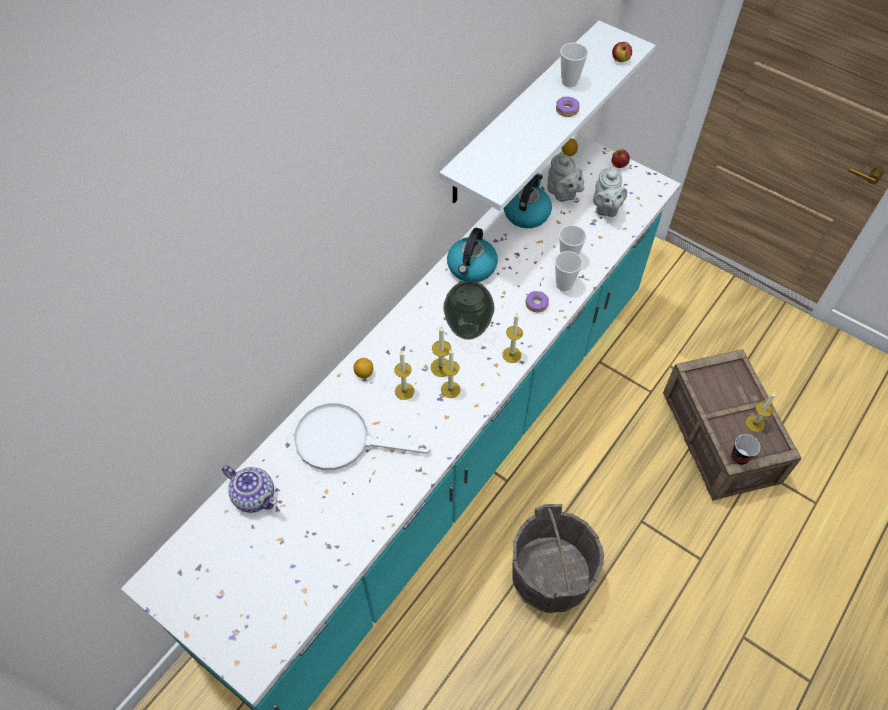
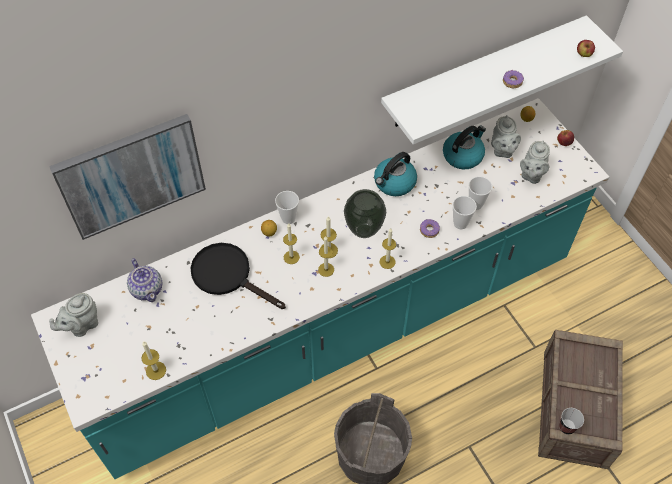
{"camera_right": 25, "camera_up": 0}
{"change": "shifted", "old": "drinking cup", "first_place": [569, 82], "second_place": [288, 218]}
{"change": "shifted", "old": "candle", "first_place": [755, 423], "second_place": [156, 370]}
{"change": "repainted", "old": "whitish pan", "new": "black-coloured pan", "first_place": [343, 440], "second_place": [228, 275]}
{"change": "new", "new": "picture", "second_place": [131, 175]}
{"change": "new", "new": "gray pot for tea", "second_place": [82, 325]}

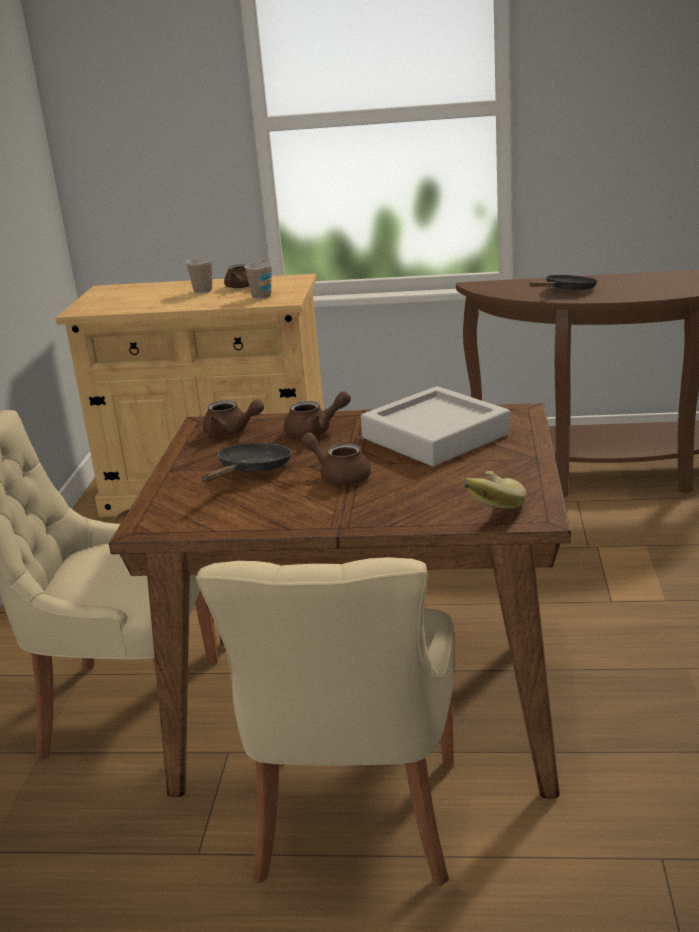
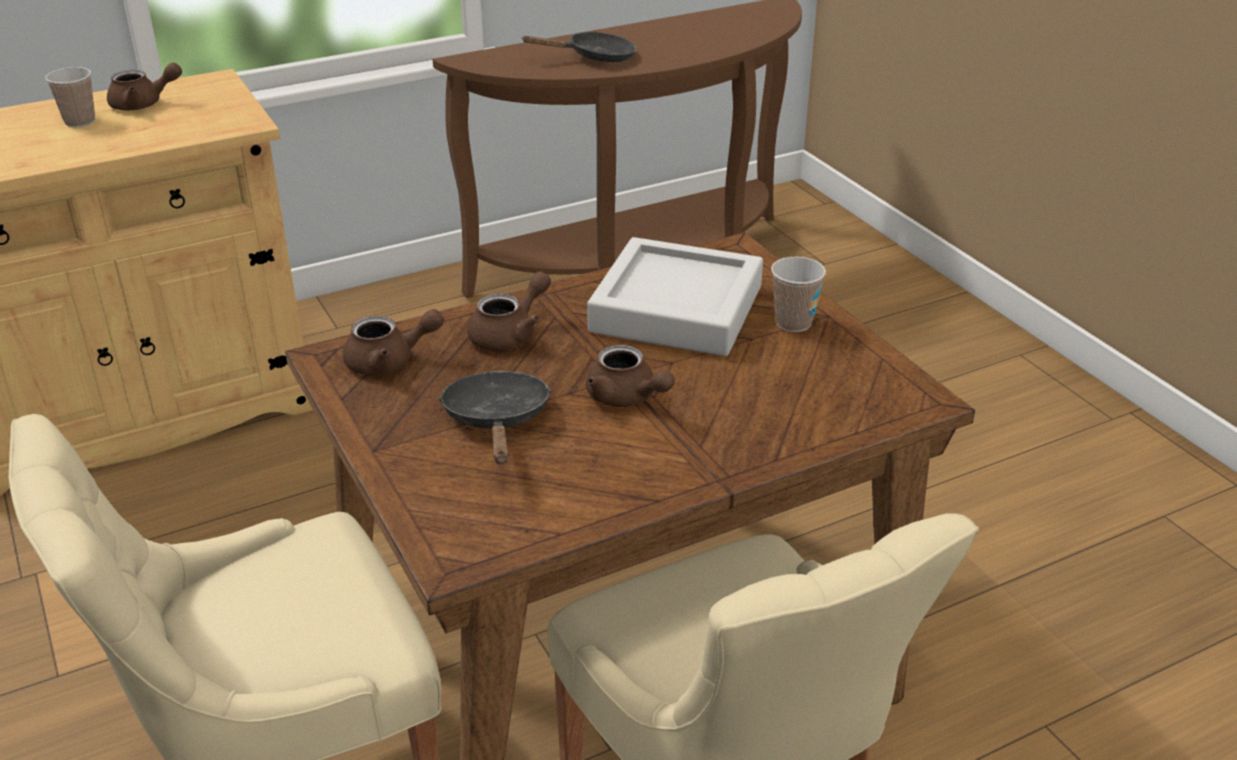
{"camera_right": -35, "camera_up": 10}
{"change": "shifted", "old": "drinking cup", "first_place": [261, 296], "second_place": [793, 323]}
{"change": "rotated", "old": "black-coloured pan", "first_place": [567, 290], "second_place": [594, 57], "degrees": 60}
{"change": "rotated", "old": "brown pot for tea", "first_place": [340, 475], "second_place": [627, 398], "degrees": -135}
{"change": "gone", "old": "banana", "first_place": [489, 507]}

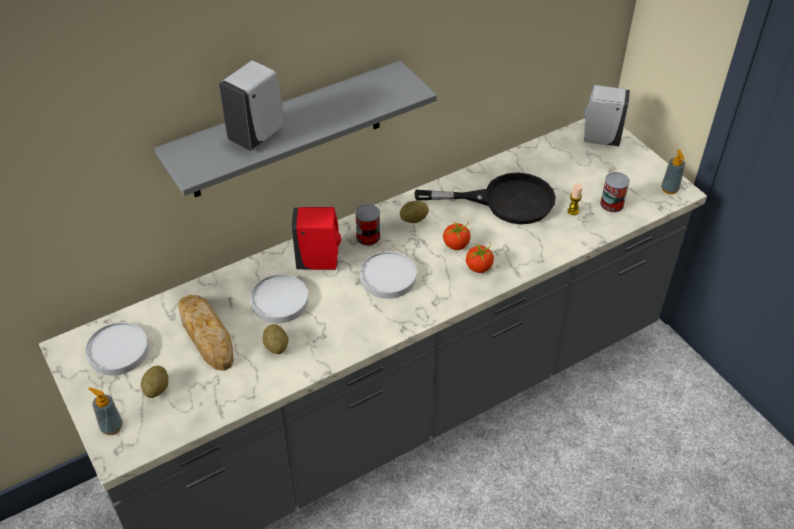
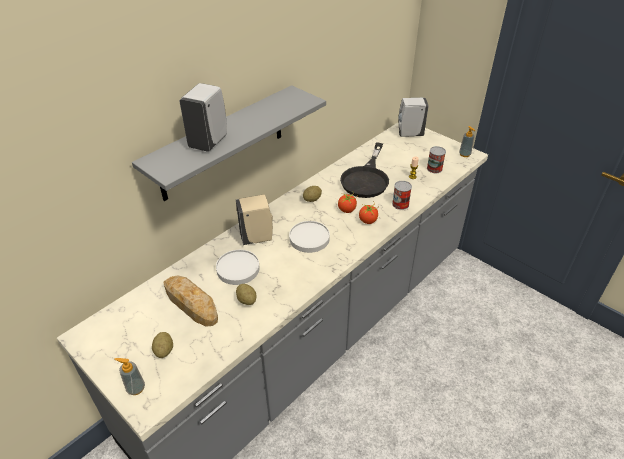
{"camera_right": -15, "camera_up": -5}
{"change": "rotated", "old": "black-coloured pan", "first_place": [504, 201], "second_place": [366, 178], "degrees": 120}
{"change": "shifted", "old": "can", "first_place": [368, 237], "second_place": [400, 204]}
{"change": "repainted", "old": "red soap dispenser", "new": "beige-coloured soap dispenser", "first_place": [320, 262], "second_place": [258, 238]}
{"change": "gone", "old": "whitish dinner plate", "first_place": [118, 351]}

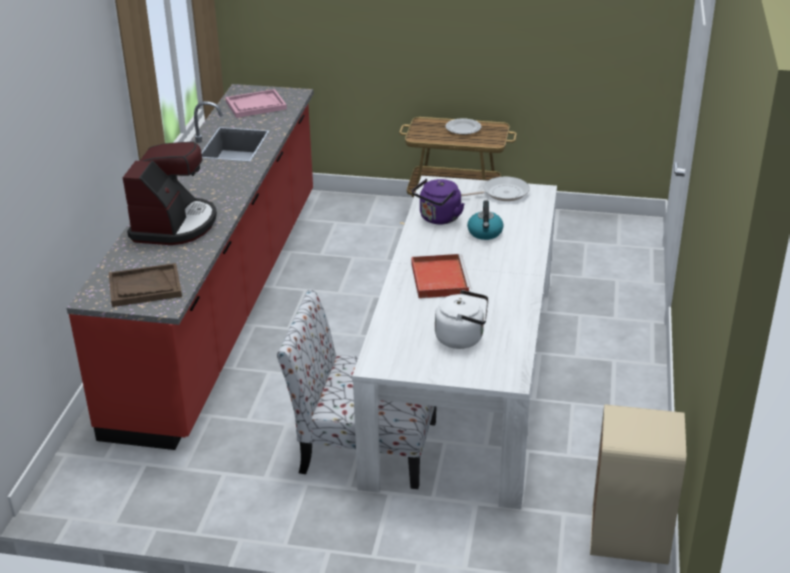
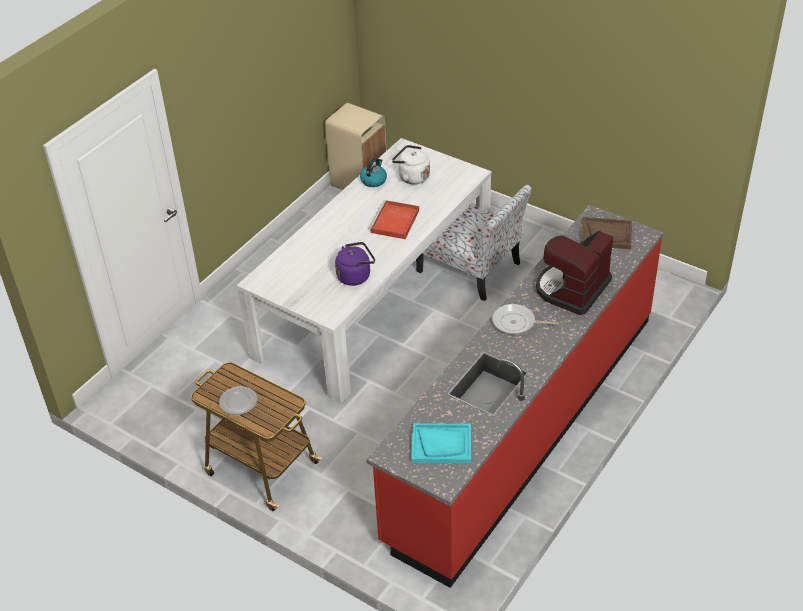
{"camera_right": -155, "camera_up": 10}
{"change": "repainted", "old": "pink carrying tray", "new": "blue-green carrying tray", "first_place": [255, 105], "second_place": [441, 444]}
{"change": "shifted", "old": "pan", "first_place": [502, 193], "second_place": [516, 323]}
{"change": "shifted", "old": "kettle", "first_place": [485, 233], "second_place": [373, 180]}

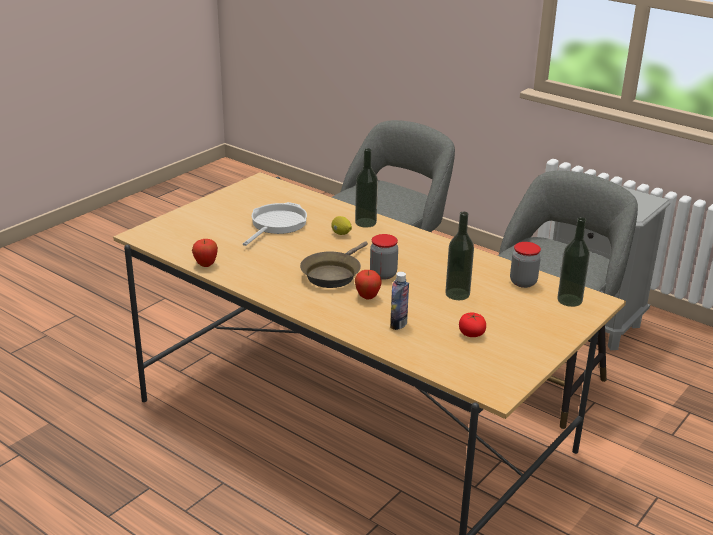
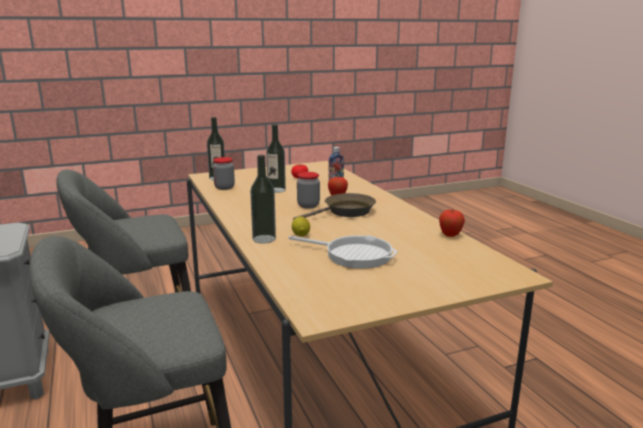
{"camera_right": -150, "camera_up": -10}
{"change": "rotated", "old": "pan", "first_place": [276, 224], "second_place": [354, 255], "degrees": -120}

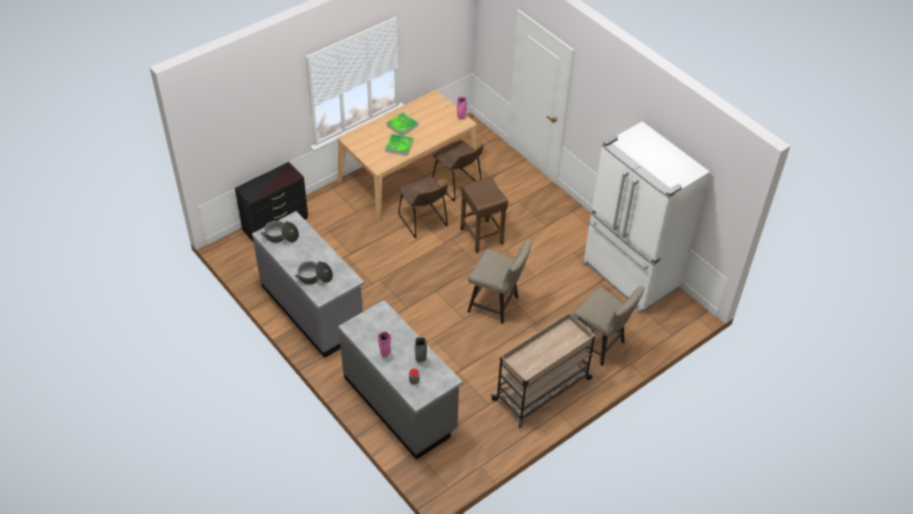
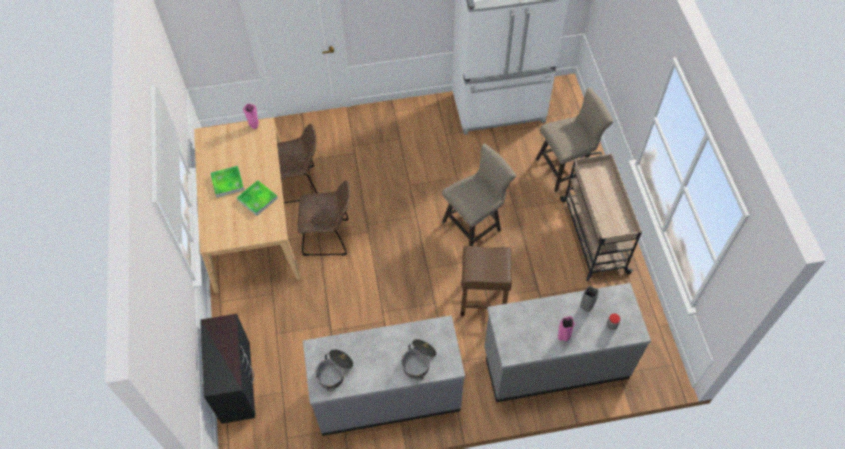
{"camera_right": -60, "camera_up": 10}
{"change": "shifted", "old": "brown sitting stool", "first_place": [482, 237], "second_place": [483, 300]}

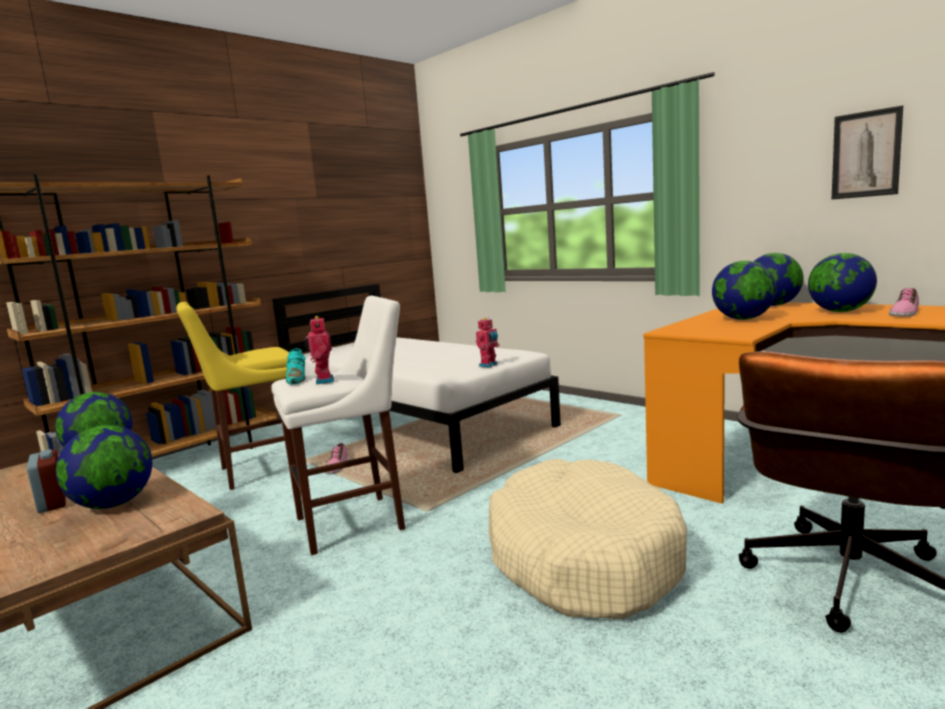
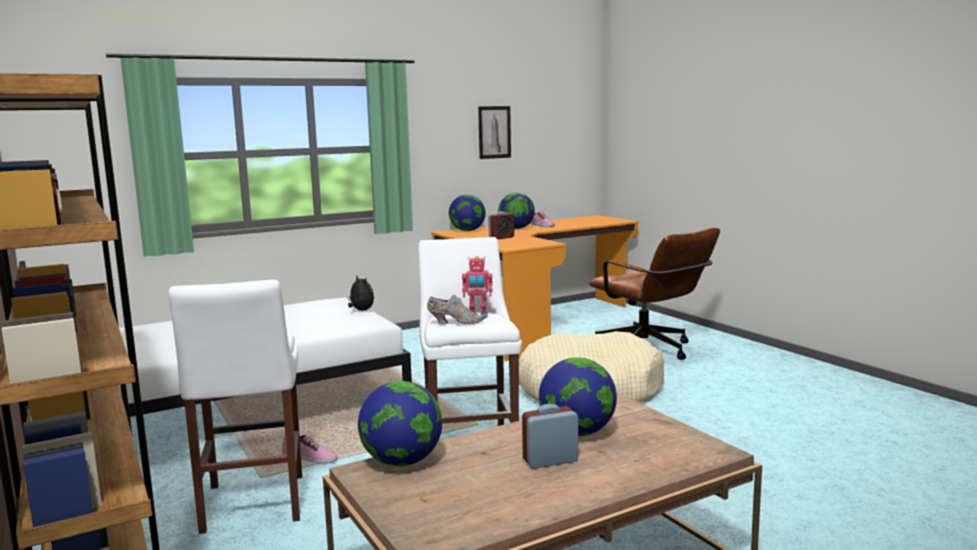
{"camera_right": -75, "camera_up": 0}
{"change": "swapped", "old": "globe", "new": "table clock", "first_place": [742, 319], "second_place": [501, 238]}
{"change": "repainted", "old": "yellow-coloured sitting stool", "new": "whitish sitting stool", "first_place": [257, 471], "second_place": [252, 506]}
{"change": "swapped", "old": "model robot", "new": "cuddly toy", "first_place": [489, 365], "second_place": [361, 310]}
{"change": "repainted", "old": "blue-green shoe", "new": "gray shoe", "first_place": [297, 379], "second_place": [454, 323]}

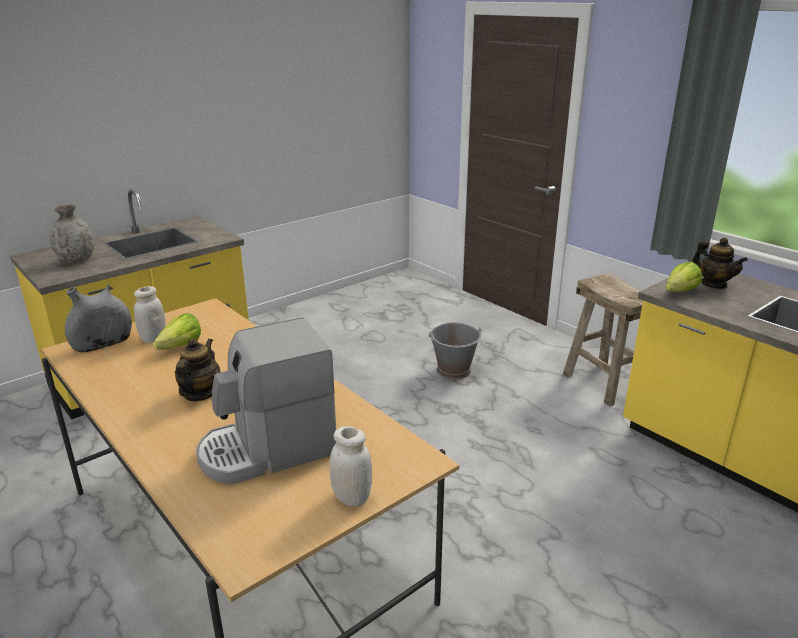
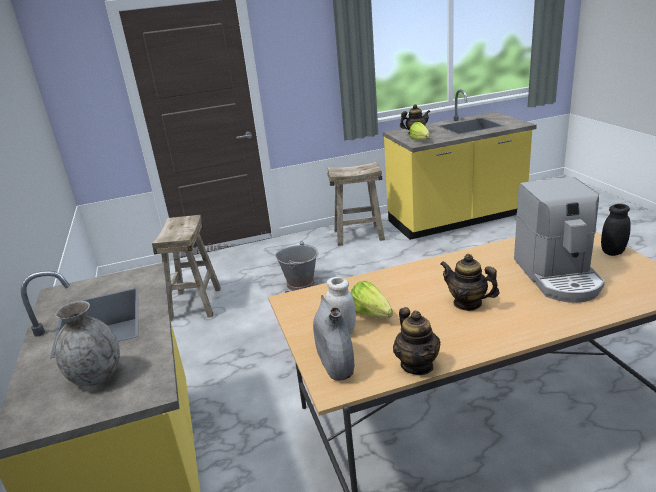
{"camera_right": -65, "camera_up": 0}
{"change": "repainted", "old": "whitish jar", "new": "black-coloured jar", "first_place": [351, 497], "second_place": [613, 252]}
{"change": "new", "new": "beige-coloured sitting stool", "second_place": [194, 303]}
{"change": "new", "new": "pot for tea", "second_place": [417, 365]}

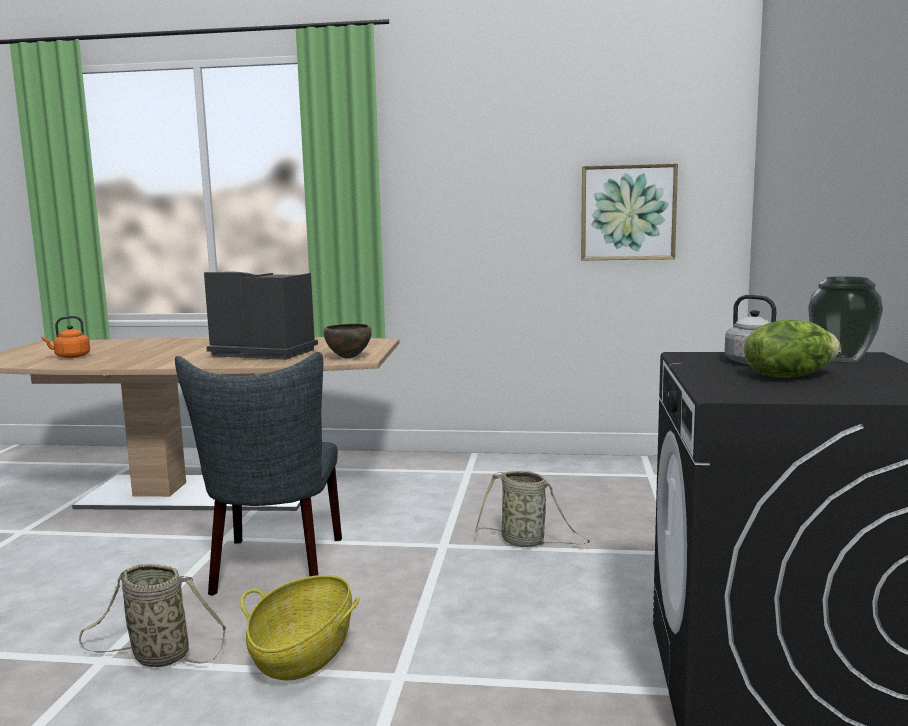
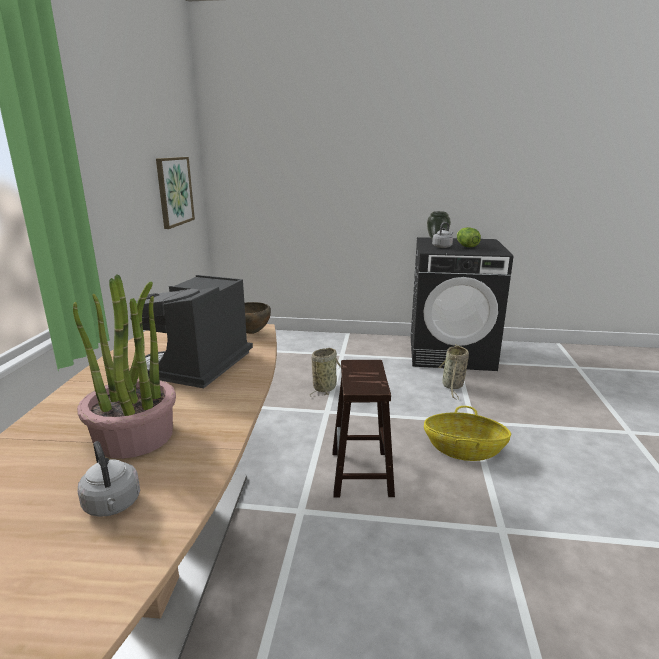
{"camera_right": -90, "camera_up": 10}
{"change": "repainted", "old": "orange kettle", "new": "gray kettle", "first_place": [70, 357], "second_place": [113, 505]}
{"change": "swapped", "old": "gray upright chair", "new": "brown sitting stool", "first_place": [275, 569], "second_place": [361, 474]}
{"change": "shifted", "old": "storage basket", "first_place": [156, 656], "second_place": [452, 386]}
{"change": "new", "new": "houseplant", "second_place": [134, 436]}

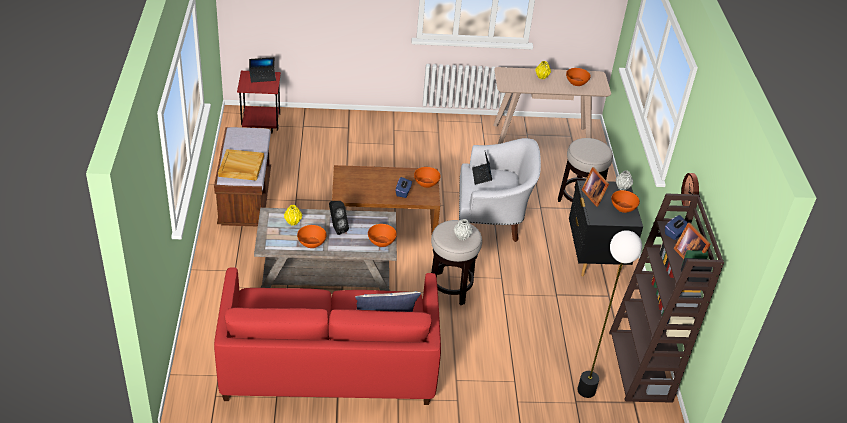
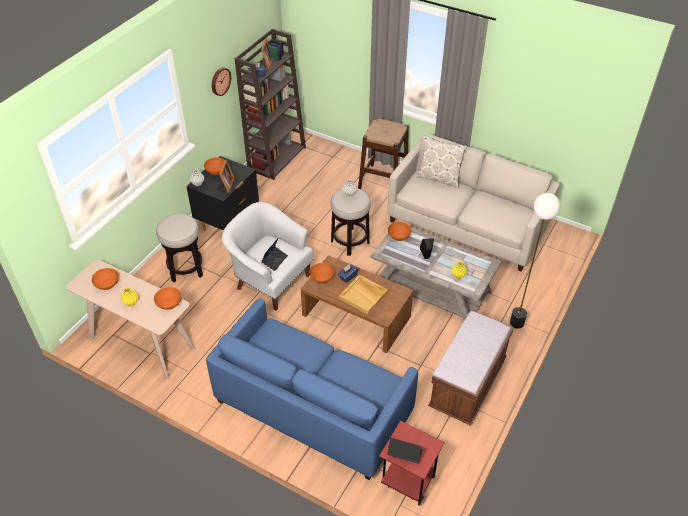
{"camera_right": -145, "camera_up": 5}
{"change": "shifted", "old": "beige-coloured carrying tray", "first_place": [241, 166], "second_place": [363, 295]}
{"change": "shifted", "old": "orange deep dish", "first_place": [311, 242], "second_place": [169, 304]}
{"change": "shifted", "old": "standard lamp", "first_place": [586, 391], "second_place": [517, 322]}
{"change": "repainted", "old": "red settee", "new": "beige-coloured settee", "first_place": [328, 365], "second_place": [467, 225]}
{"change": "new", "new": "brown sitting stool", "second_place": [383, 180]}
{"change": "new", "new": "bluish settee", "second_place": [313, 407]}

